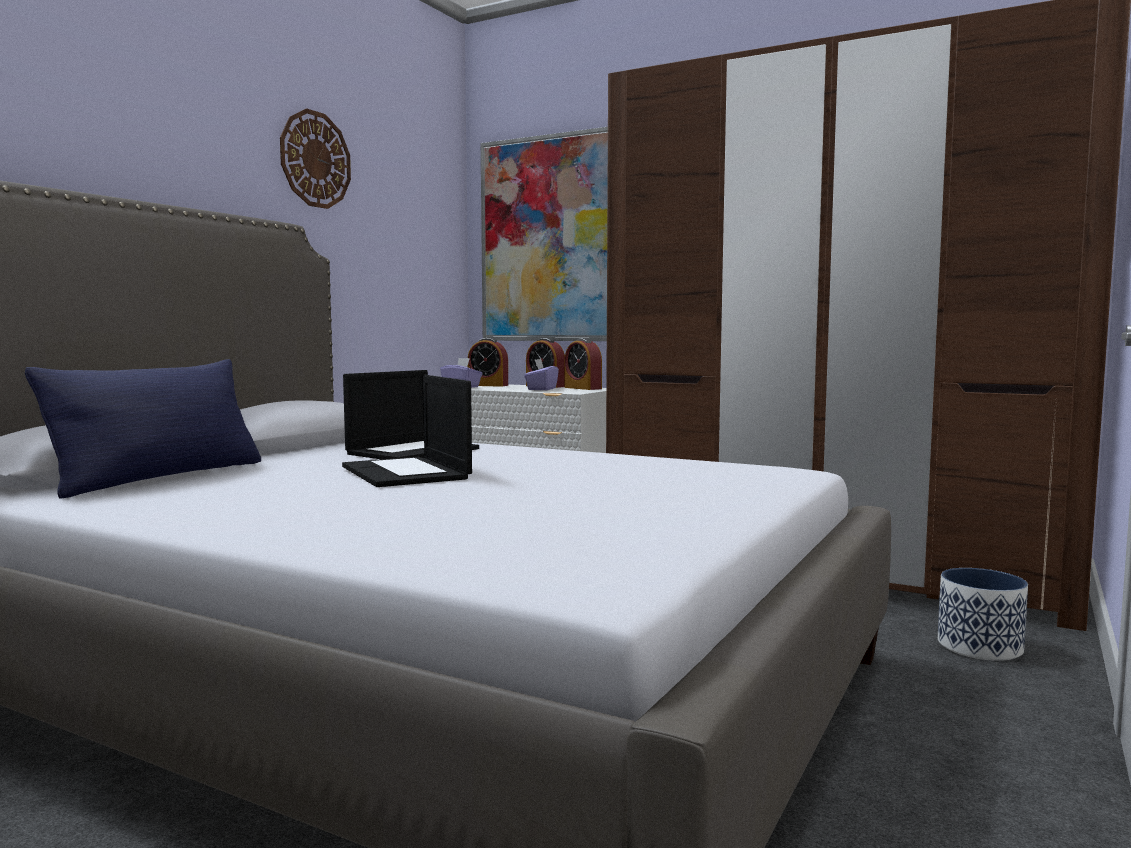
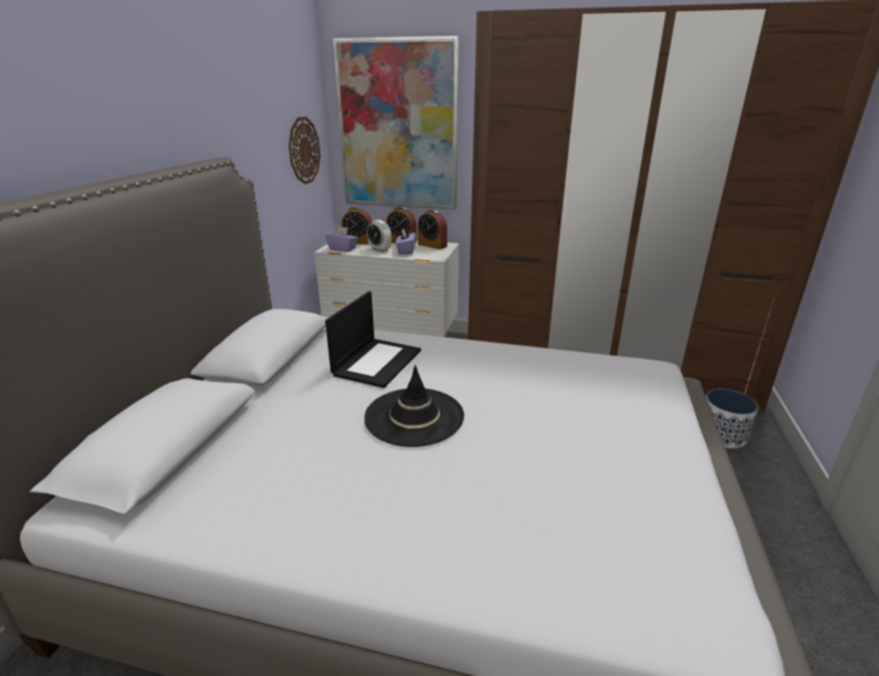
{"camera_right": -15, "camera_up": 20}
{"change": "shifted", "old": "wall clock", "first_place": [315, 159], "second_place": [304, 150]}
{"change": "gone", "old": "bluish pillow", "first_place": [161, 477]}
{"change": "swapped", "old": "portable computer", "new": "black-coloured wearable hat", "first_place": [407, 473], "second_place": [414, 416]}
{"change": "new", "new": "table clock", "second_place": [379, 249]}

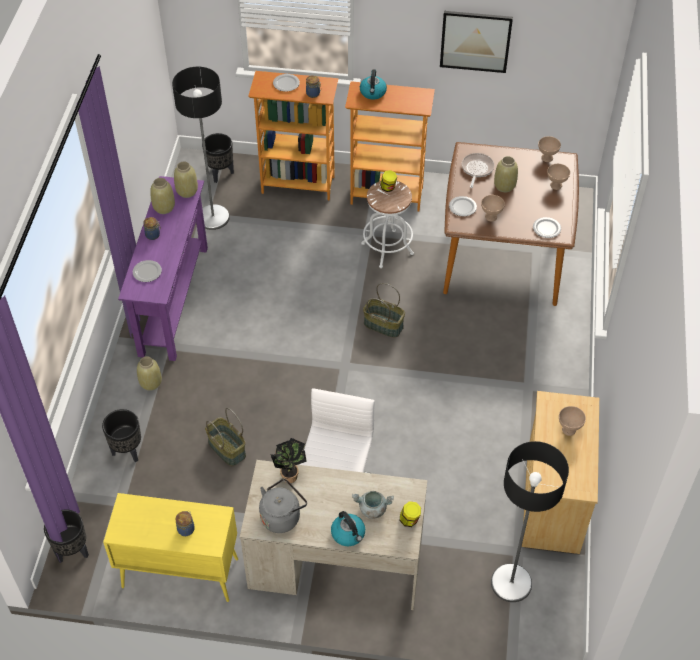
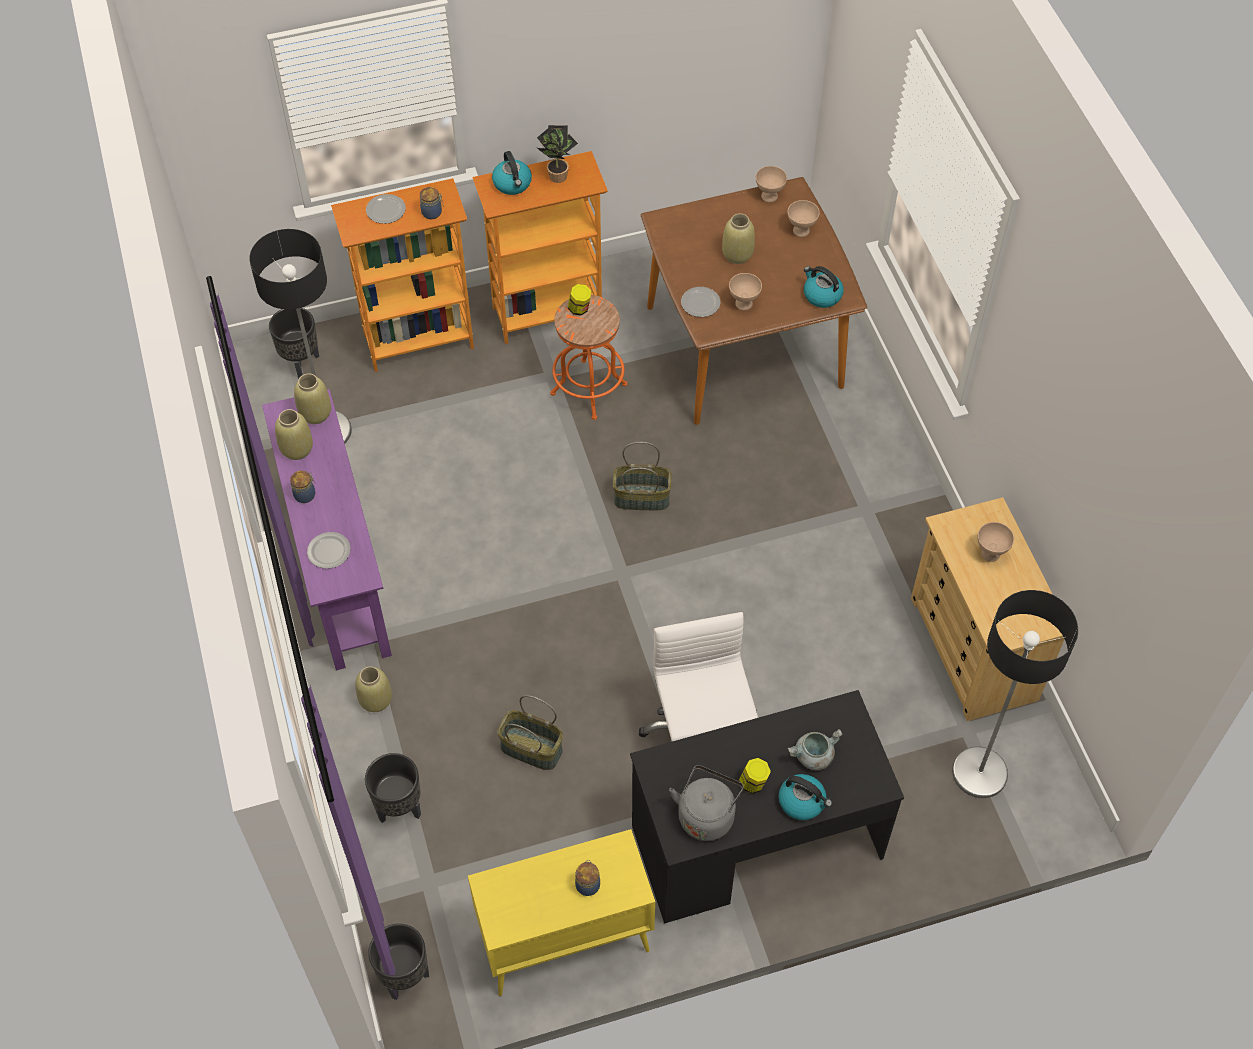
{"camera_right": -25, "camera_up": 5}
{"change": "gone", "old": "picture", "first_place": [475, 41]}
{"change": "gone", "old": "pan", "first_place": [476, 169]}
{"change": "repainted", "old": "whitish sitting stool", "new": "orange sitting stool", "first_place": [387, 248], "second_place": [589, 389]}
{"change": "swapped", "old": "dinner plate", "new": "kettle", "first_place": [546, 229], "second_place": [821, 295]}
{"change": "shifted", "old": "houseplant", "first_place": [290, 474], "second_place": [557, 174]}
{"change": "repainted", "old": "beige-coloured desk", "new": "black-coloured desk", "first_place": [335, 564], "second_place": [756, 842]}
{"change": "shifted", "old": "jar", "first_place": [409, 520], "second_place": [753, 783]}

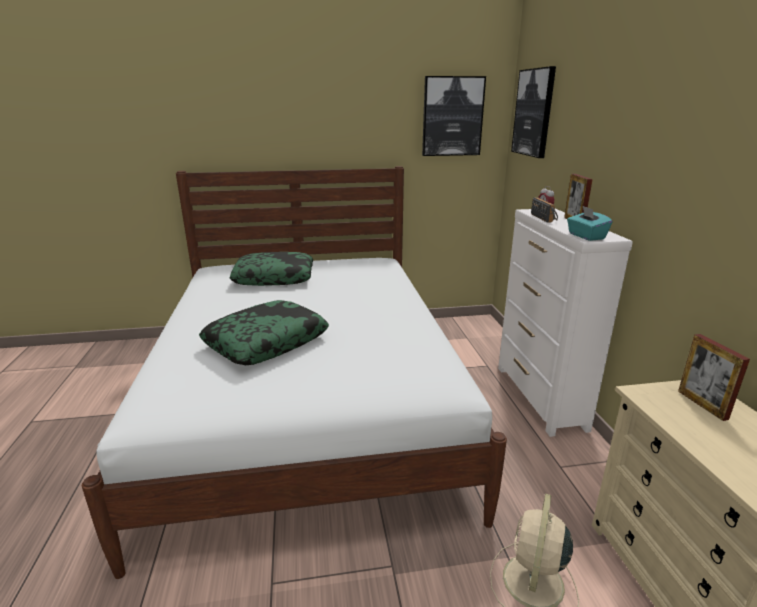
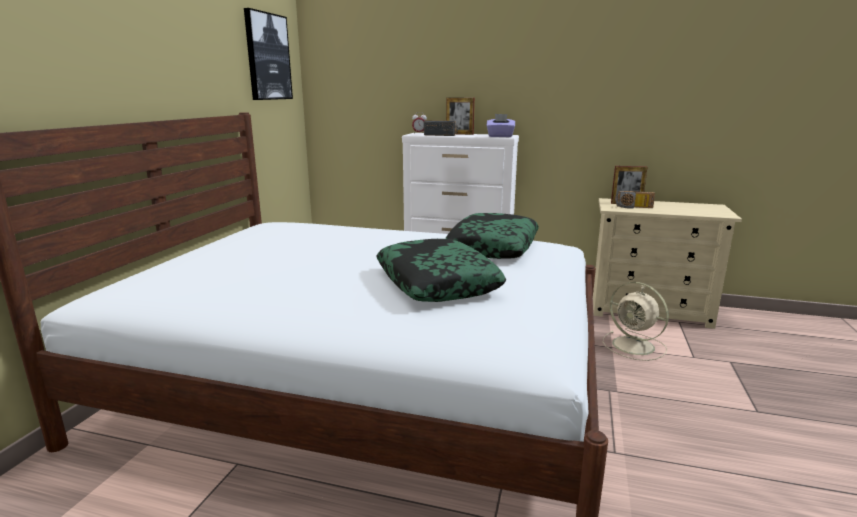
{"camera_right": -65, "camera_up": -5}
{"change": "gone", "old": "picture", "first_place": [534, 112]}
{"change": "repainted", "old": "blue-green tissue box", "new": "purplish tissue box", "first_place": [585, 236], "second_place": [500, 136]}
{"change": "shifted", "old": "pillow", "first_place": [274, 277], "second_place": [492, 246]}
{"change": "new", "new": "radio receiver", "second_place": [633, 207]}

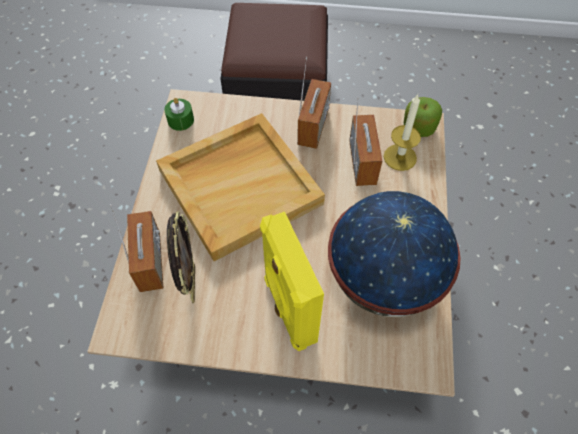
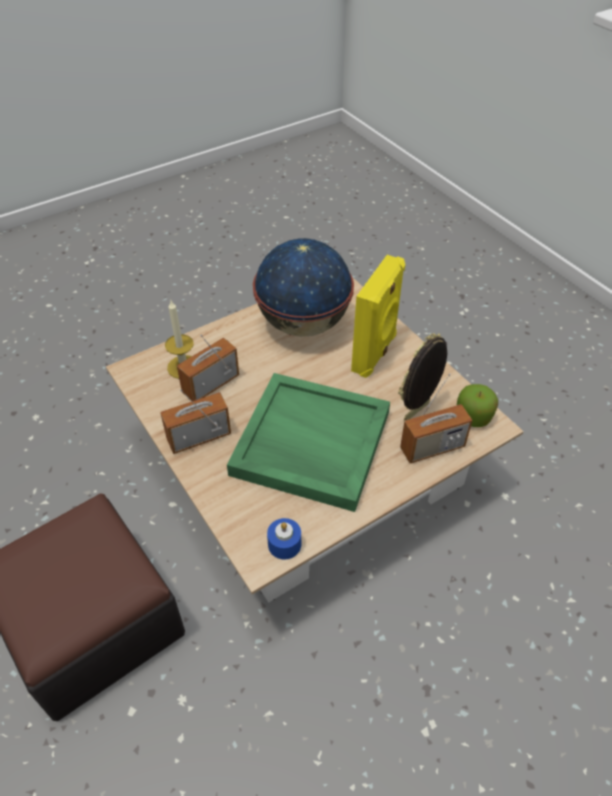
{"camera_right": -130, "camera_up": -10}
{"change": "shifted", "old": "apple fruit", "first_place": [419, 127], "second_place": [473, 416]}
{"change": "repainted", "old": "green-coloured candle", "new": "bluish candle", "first_place": [180, 120], "second_place": [284, 544]}
{"change": "repainted", "old": "beige-coloured carrying tray", "new": "green-coloured carrying tray", "first_place": [240, 185], "second_place": [309, 444]}
{"change": "rotated", "old": "radio receiver", "first_place": [150, 262], "second_place": [432, 448], "degrees": -150}

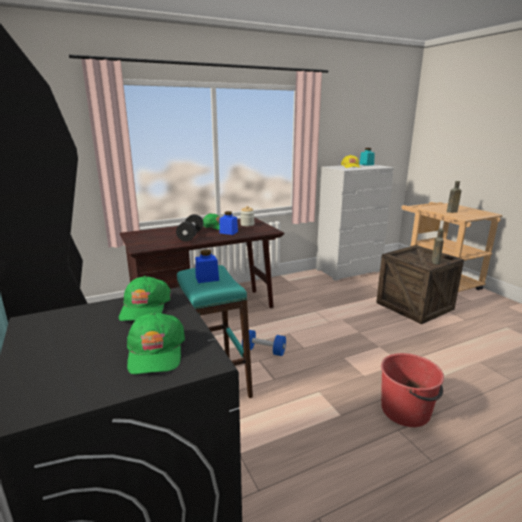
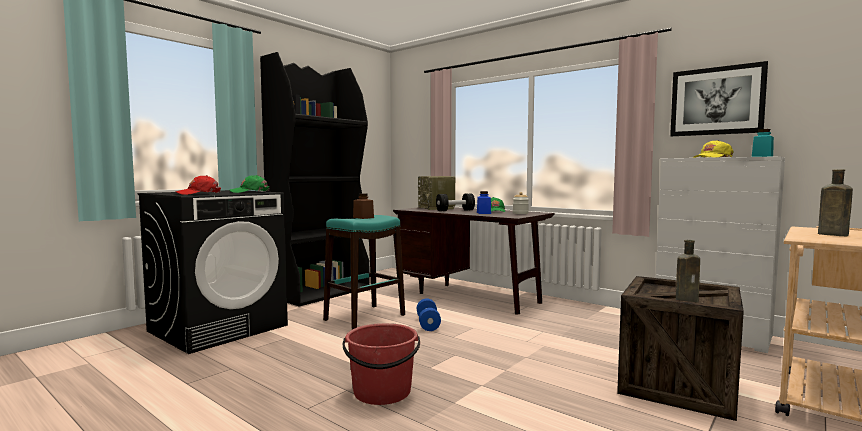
{"camera_right": 65, "camera_up": -15}
{"change": "repainted", "old": "bluish jar", "new": "brown jar", "first_place": [207, 278], "second_place": [363, 217]}
{"change": "repainted", "old": "green-coloured baseball cap", "new": "red baseball cap", "first_place": [156, 352], "second_place": [199, 193]}
{"change": "new", "new": "picture", "second_place": [716, 101]}
{"change": "new", "new": "radio receiver", "second_place": [436, 208]}

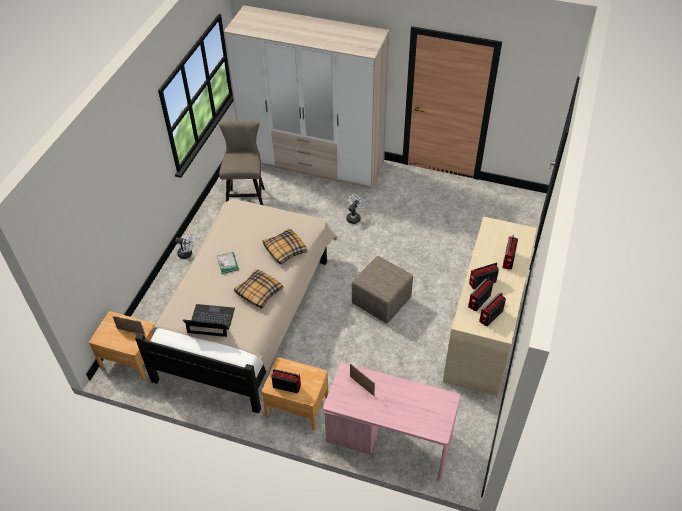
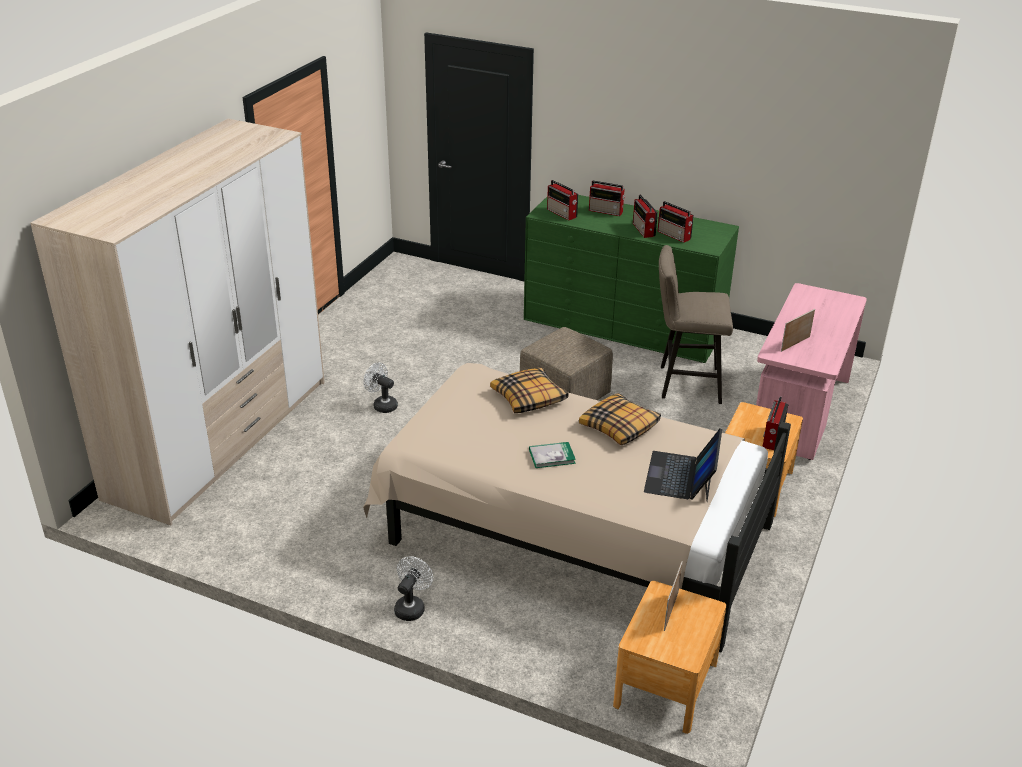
{"camera_right": -85, "camera_up": -15}
{"change": "shifted", "old": "beige-coloured sitting stool", "first_place": [246, 198], "second_place": [684, 383]}
{"change": "repainted", "old": "beige-coloured chest of drawers", "new": "green-coloured chest of drawers", "first_place": [484, 330], "second_place": [623, 324]}
{"change": "shifted", "old": "radio receiver", "first_place": [490, 316], "second_place": [562, 213]}

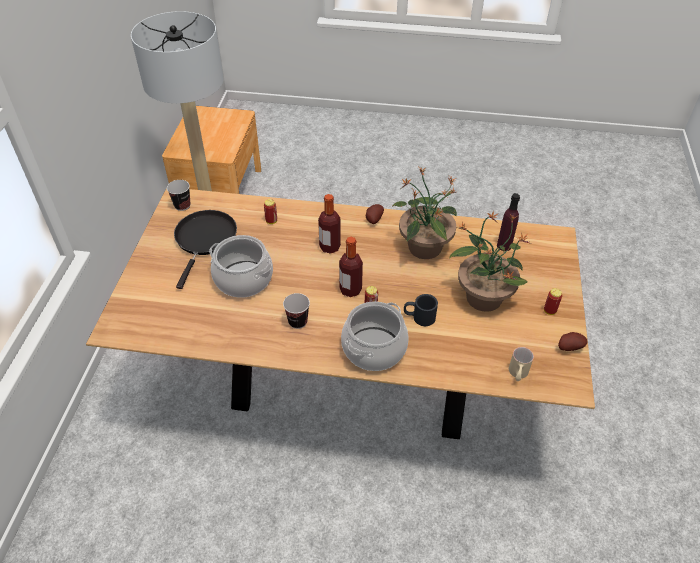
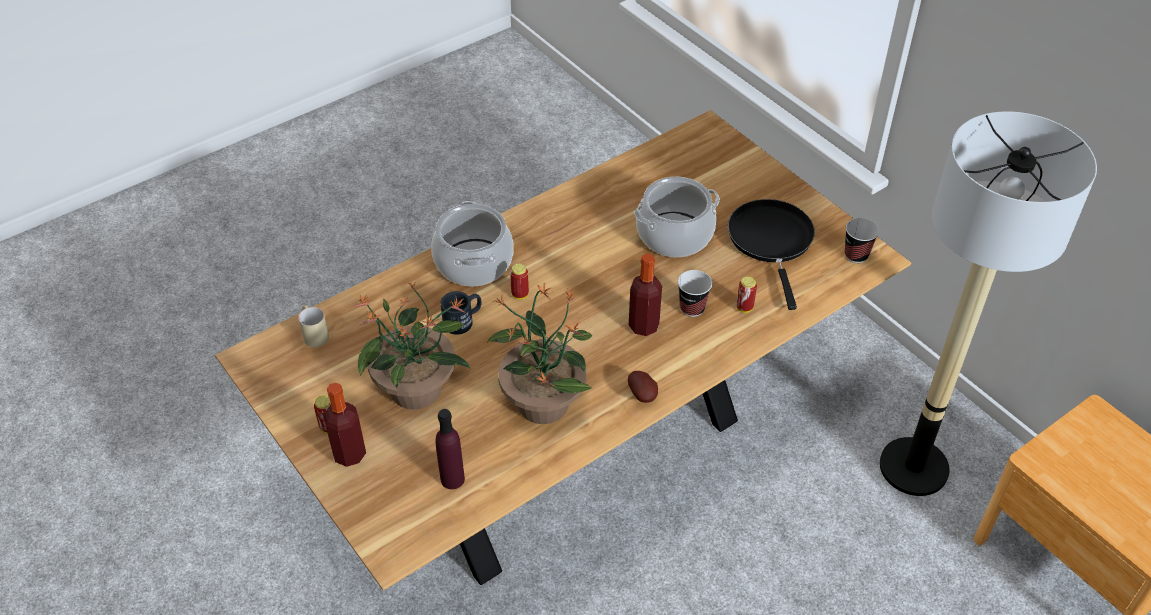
{"camera_right": 135, "camera_up": 0}
{"change": "rotated", "old": "black-coloured pan", "first_place": [205, 240], "second_place": [771, 241], "degrees": -150}
{"change": "shifted", "old": "drink bottle", "first_place": [350, 290], "second_place": [349, 454]}
{"change": "shifted", "old": "drinking cup", "first_place": [298, 321], "second_place": [692, 308]}
{"change": "gone", "old": "potato", "first_place": [569, 347]}

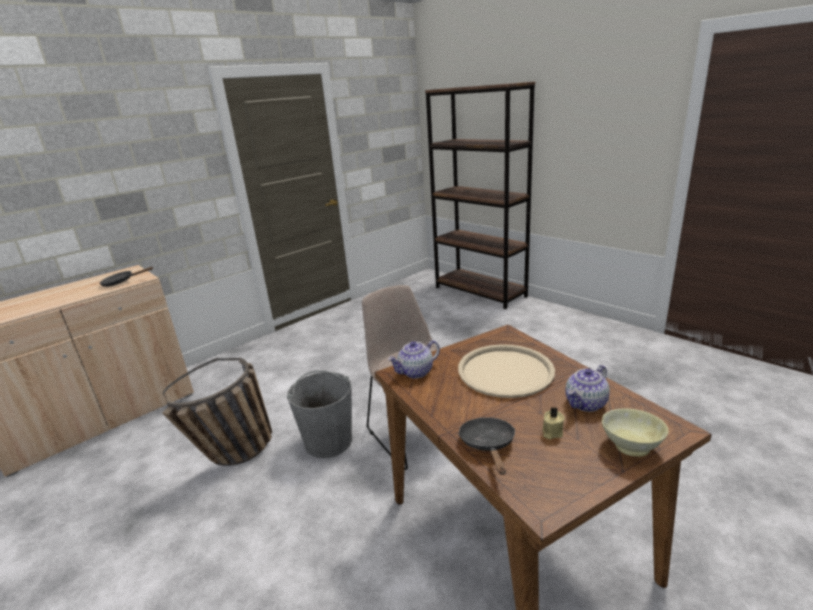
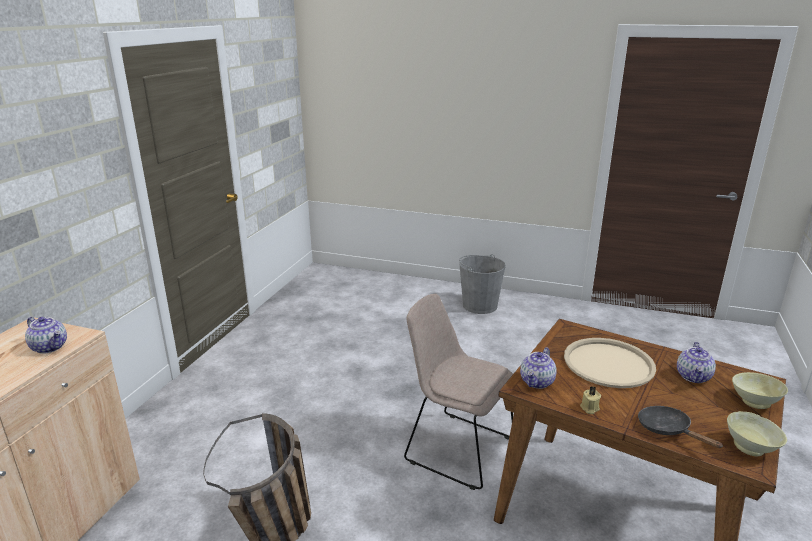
{"camera_right": -30, "camera_up": 0}
{"change": "gone", "old": "brown shelving unit", "first_place": [480, 292]}
{"change": "swapped", "old": "black-coloured pan", "new": "pot for tea", "first_place": [121, 282], "second_place": [50, 347]}
{"change": "shifted", "old": "gray water bucket", "first_place": [328, 441], "second_place": [479, 305]}
{"change": "shifted", "old": "beige-coloured candle", "first_place": [551, 432], "second_place": [589, 408]}
{"change": "new", "new": "beige-coloured deep dish", "second_place": [751, 448]}

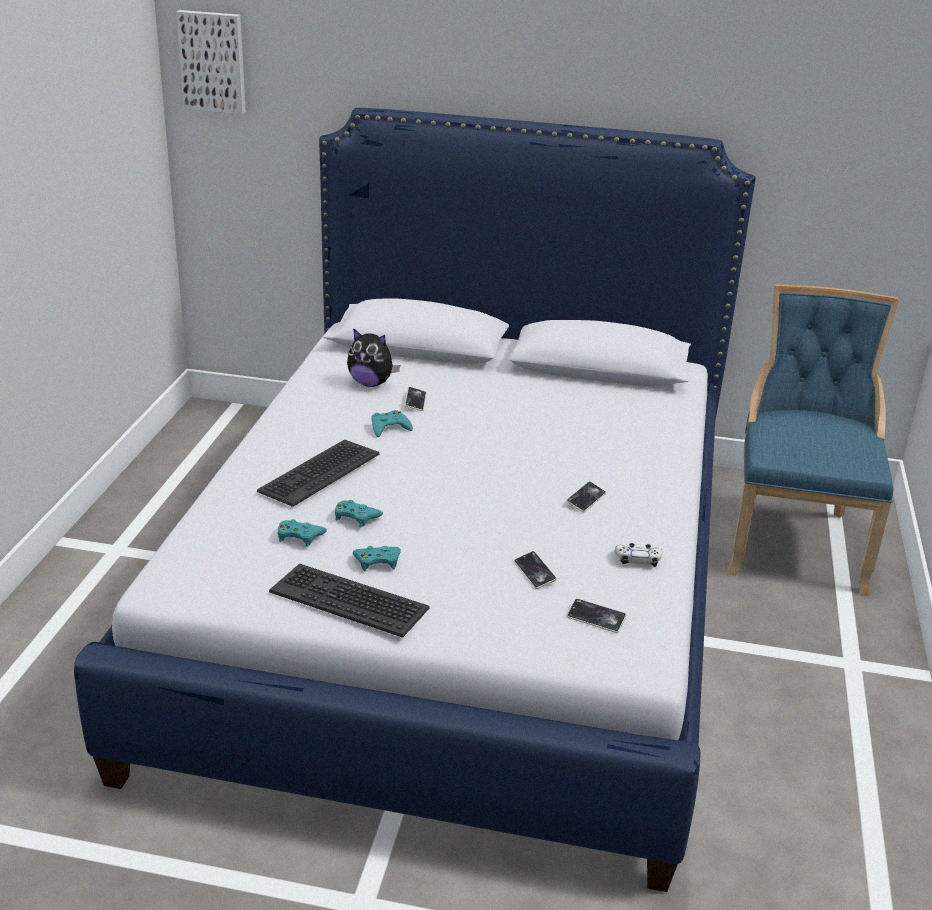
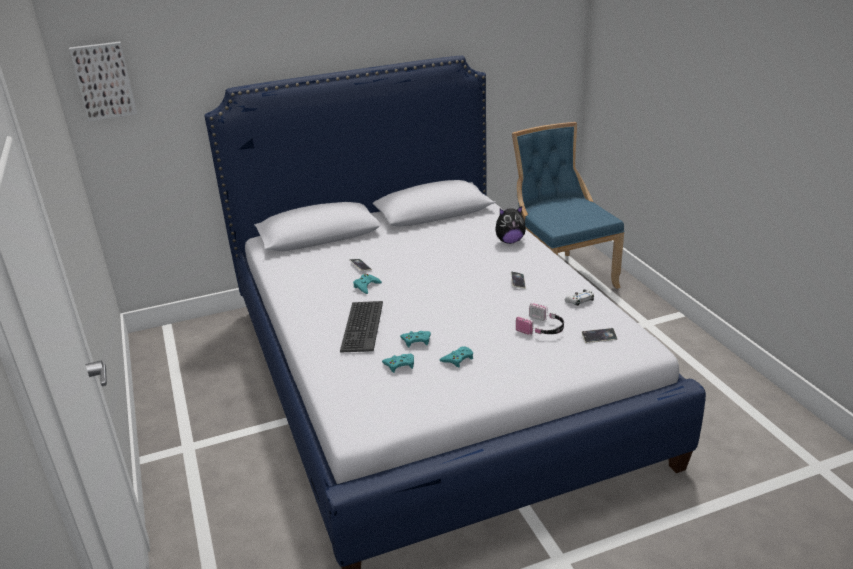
{"camera_right": -30, "camera_up": 0}
{"change": "shifted", "old": "cuddly toy", "first_place": [371, 383], "second_place": [509, 241]}
{"change": "swapped", "old": "phone", "new": "headphones", "first_place": [534, 573], "second_place": [542, 329]}
{"change": "gone", "old": "keyboard", "first_place": [349, 600]}

